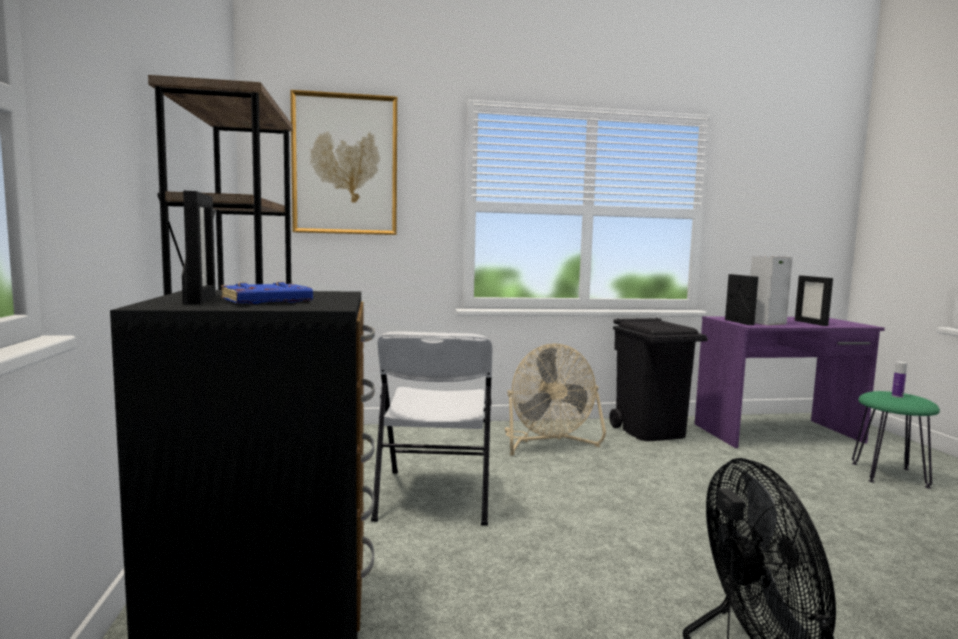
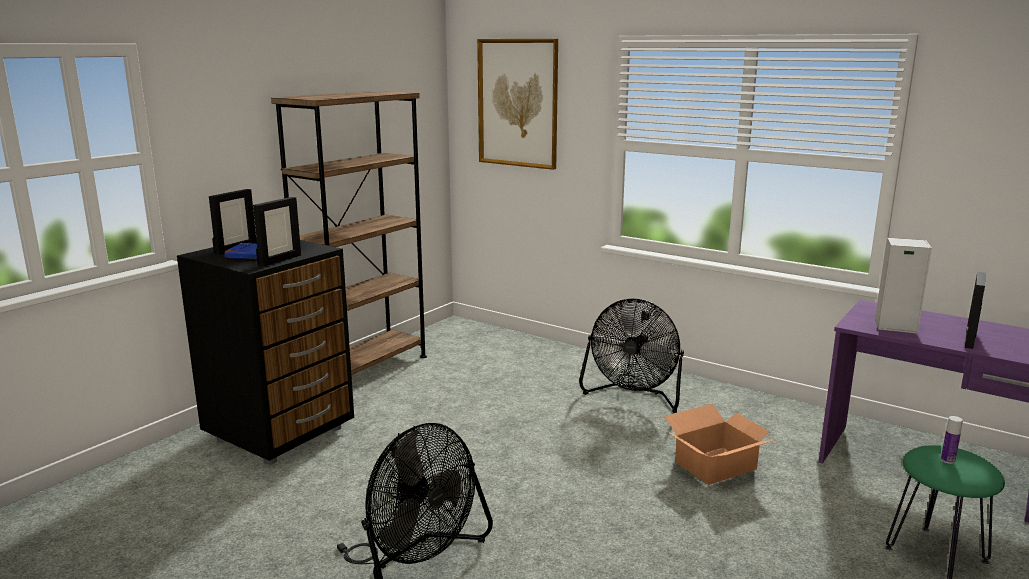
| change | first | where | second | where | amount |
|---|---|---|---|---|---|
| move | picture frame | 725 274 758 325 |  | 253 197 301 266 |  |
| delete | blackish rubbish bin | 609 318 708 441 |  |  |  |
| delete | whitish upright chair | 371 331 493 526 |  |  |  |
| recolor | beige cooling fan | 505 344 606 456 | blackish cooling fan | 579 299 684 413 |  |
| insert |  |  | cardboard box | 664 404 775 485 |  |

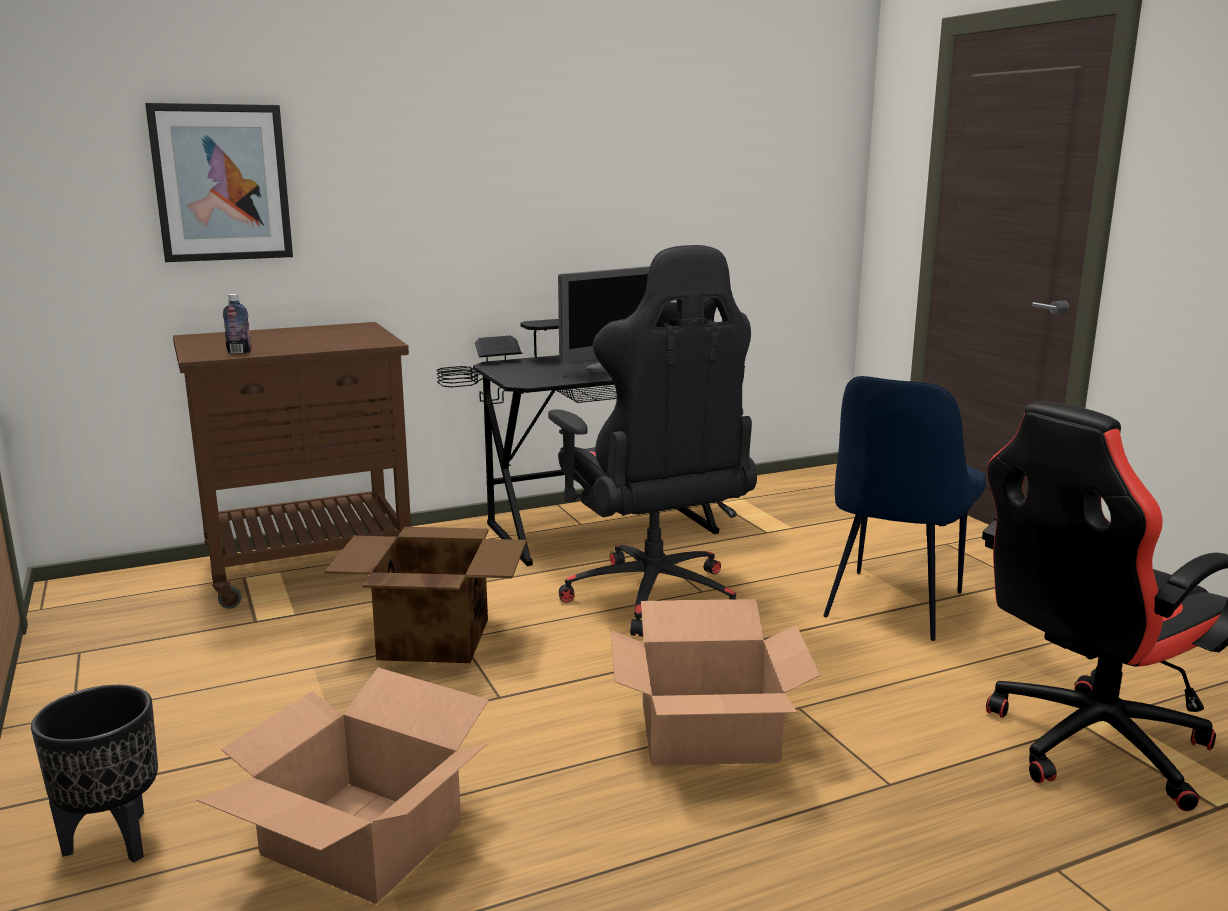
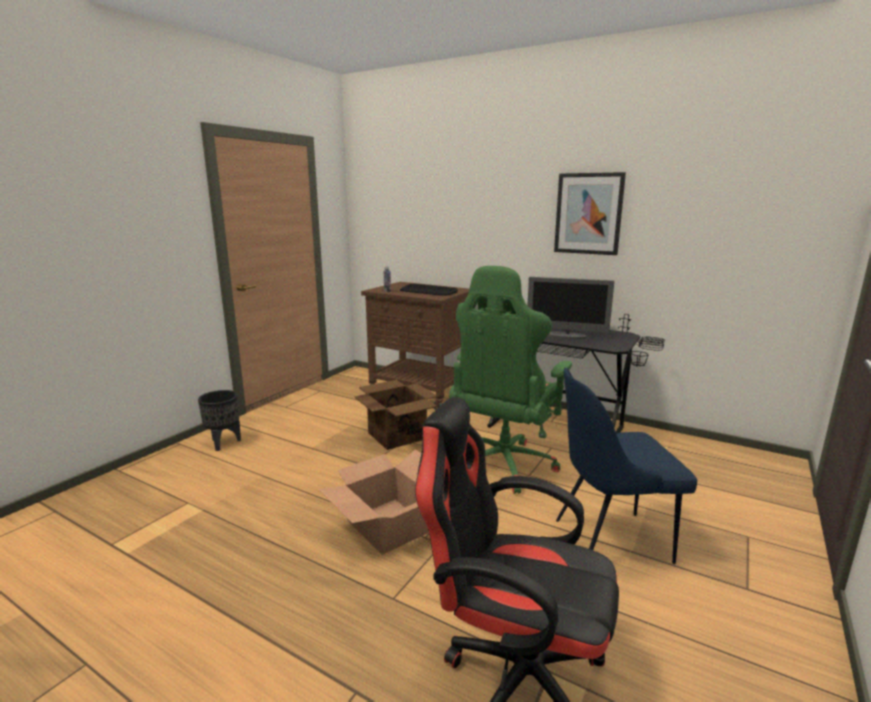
| change | first | where | second | where | amount |
|---|---|---|---|---|---|
| move | wall art | 145 103 293 262 |  | 554 172 626 255 |  |
| recolor | blackish office chair | 548 245 757 636 | green-coloured office chair | 449 266 572 494 |  |
| delete | cardboard box | 196 668 489 904 |  |  |  |
| insert |  |  | PC keyboard | 400 284 458 296 |  |

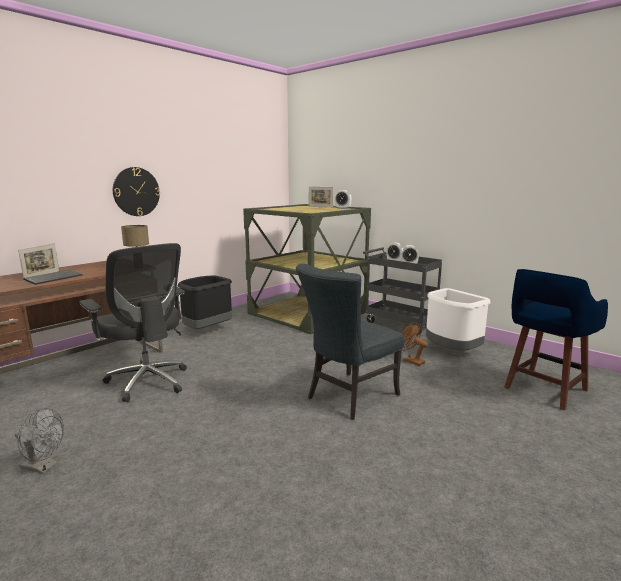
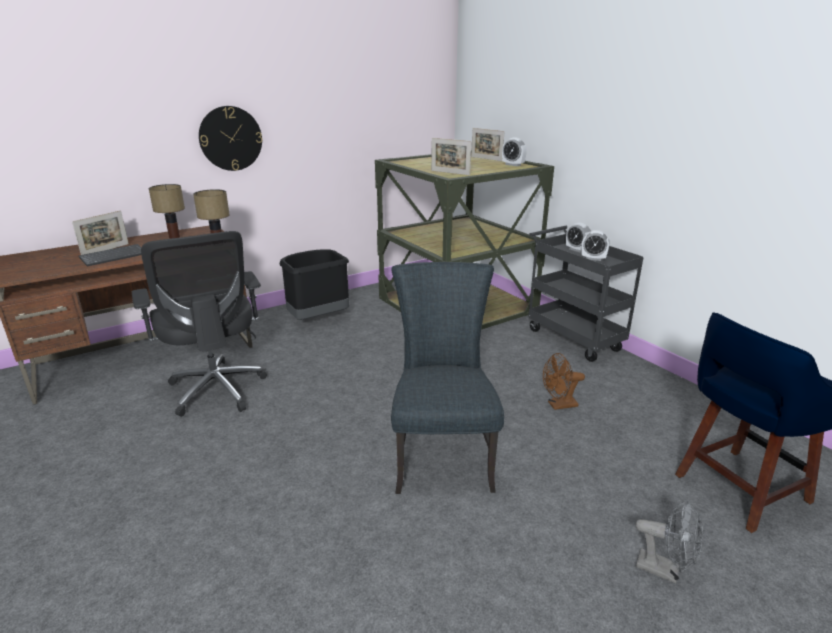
| change | first | where | second | where | amount |
|---|---|---|---|---|---|
| rotate | greyish upright chair | 295 264 405 420 |  | 391 262 504 494 | 120 degrees clockwise |
| delete | whitish rubbish bin | 426 288 490 351 |  |  |  |
| rotate | brown-coloured cooling fan | 400 322 428 366 |  | 543 353 585 410 | 75 degrees counterclockwise |
| move | greyish cooling fan | 15 408 64 474 |  | 636 501 703 584 |  |
| insert |  |  | picture frame | 431 138 472 175 |  |
| insert |  |  | table lamp | 149 184 185 239 |  |

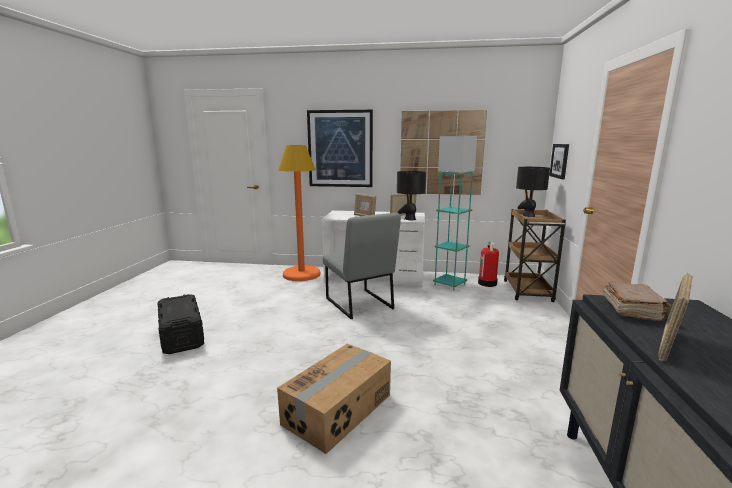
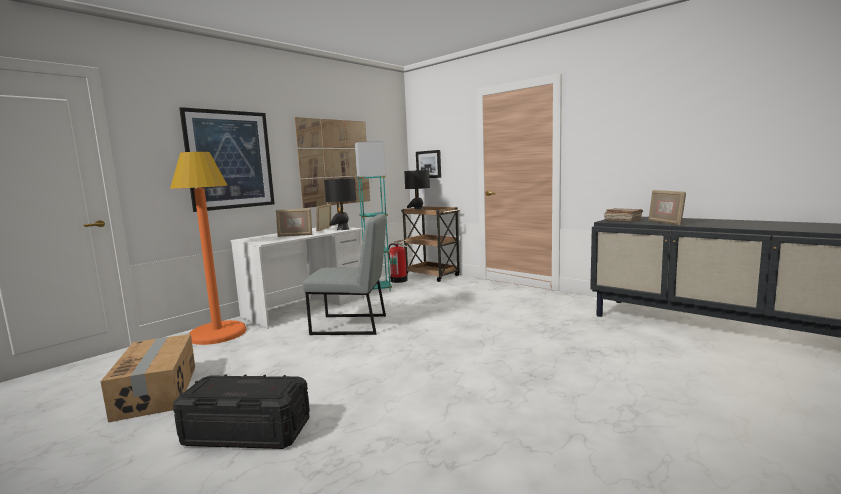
| change | first | where | second | where | amount |
|---|---|---|---|---|---|
| move | cardboard box | 277 344 391 454 |  | 100 334 195 422 |  |

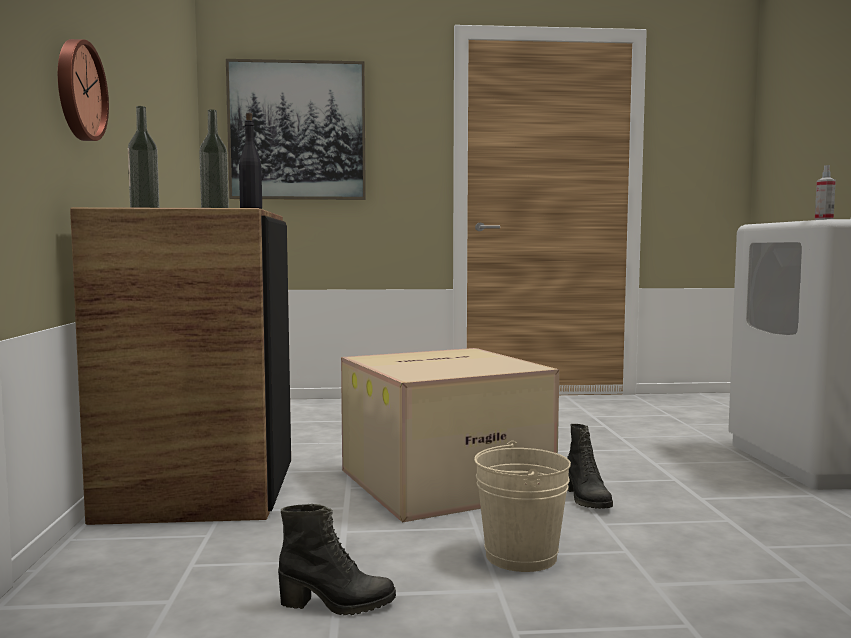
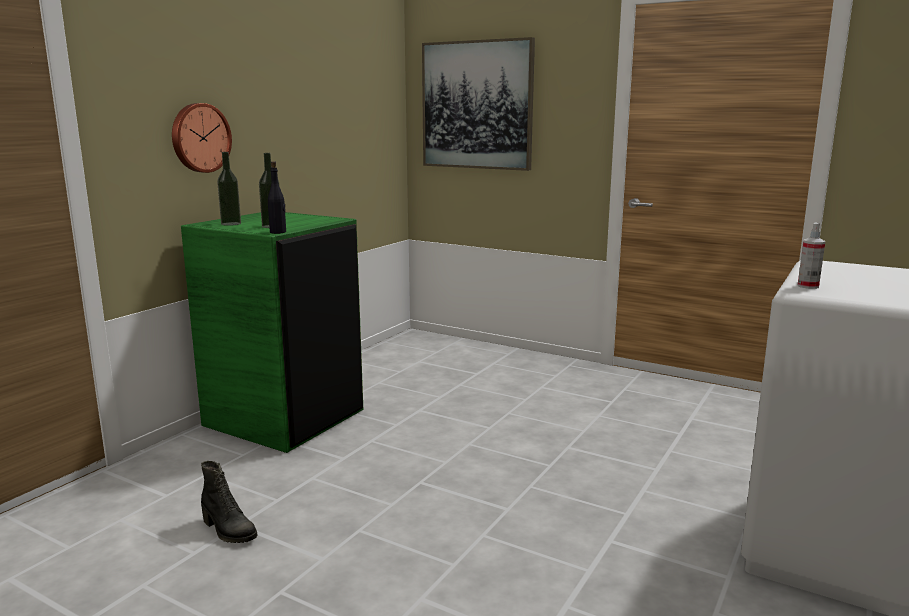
| change | first | where | second | where | amount |
|---|---|---|---|---|---|
| recolor | brown-coloured storage cabinet | 70 207 291 525 | green-coloured storage cabinet | 181 212 363 453 |  |
| delete | cardboard box | 341 348 559 523 |  |  |  |
| delete | blackish boot | 567 424 613 509 |  |  |  |
| delete | beige water bucket | 474 441 571 572 |  |  |  |

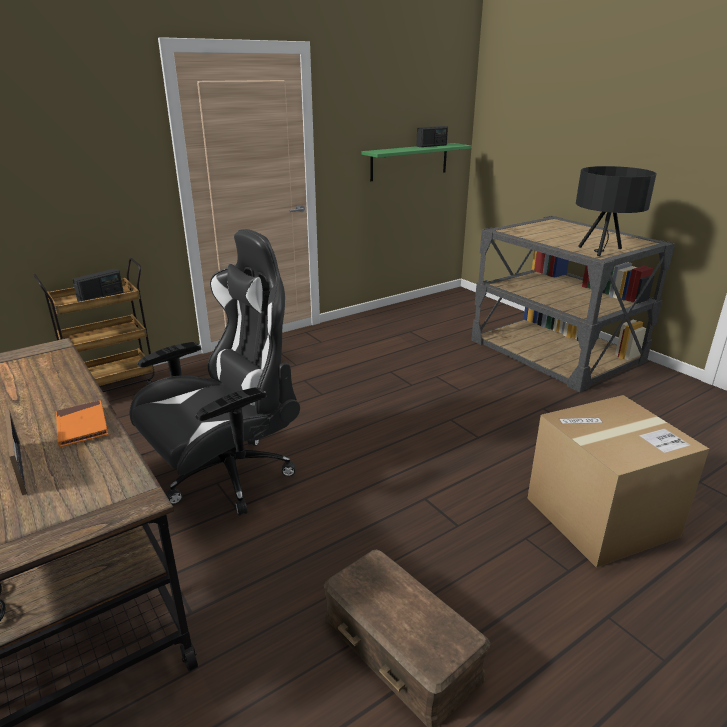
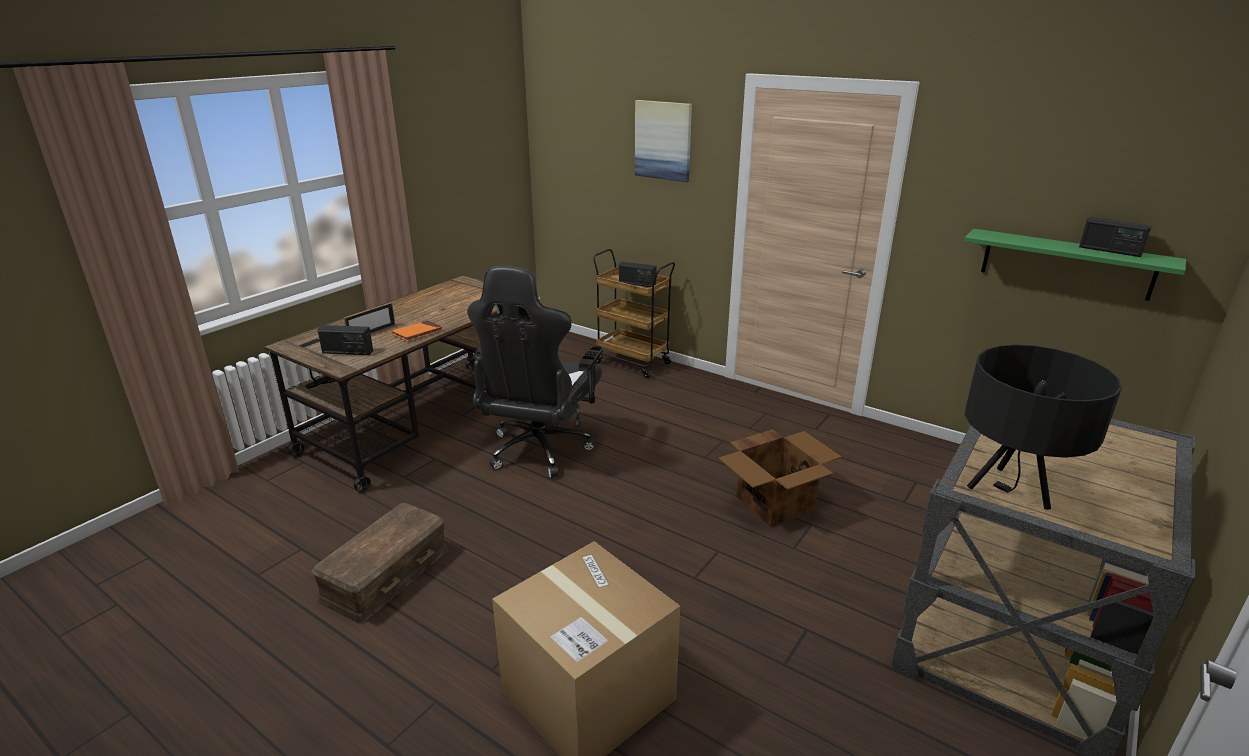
| change | first | where | second | where | amount |
|---|---|---|---|---|---|
| rotate | blackish office chair | 130 229 300 516 |  | 467 266 603 478 | 75 degrees clockwise |
| insert |  |  | wall art | 635 100 692 182 |  |
| insert |  |  | radio | 317 325 373 355 |  |
| insert |  |  | cardboard box | 718 430 842 527 |  |

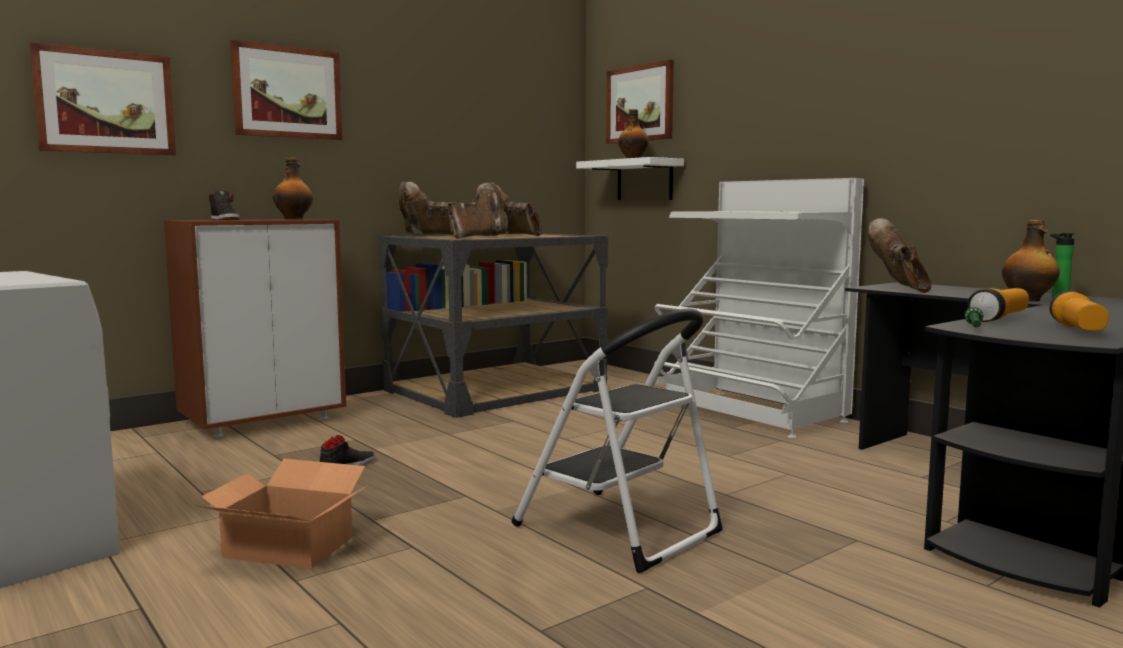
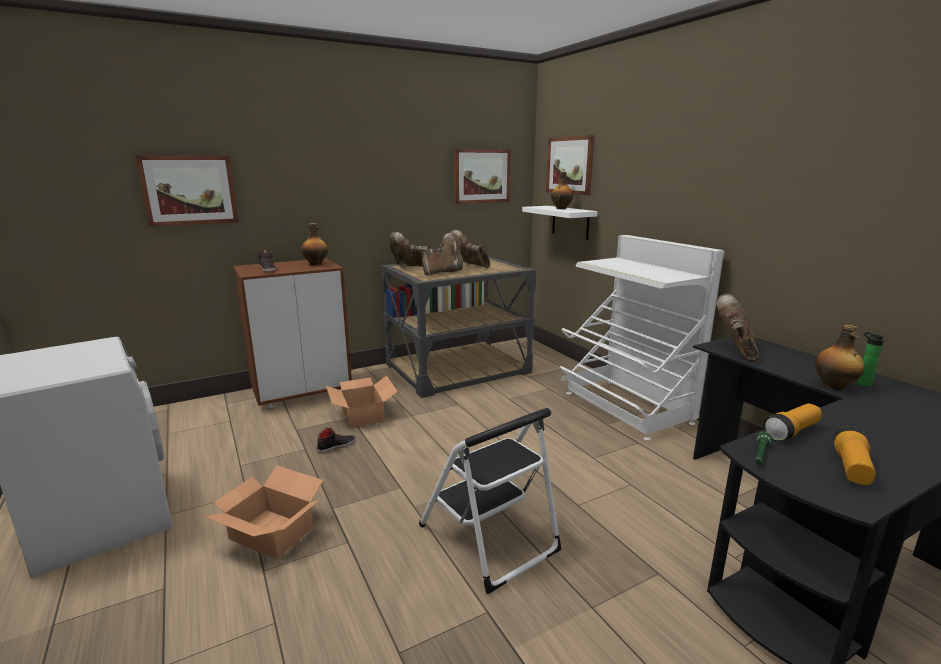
| change | first | where | second | where | amount |
|---|---|---|---|---|---|
| move | wall art | 230 40 343 140 |  | 454 149 511 204 |  |
| insert |  |  | cardboard box | 326 376 397 428 |  |

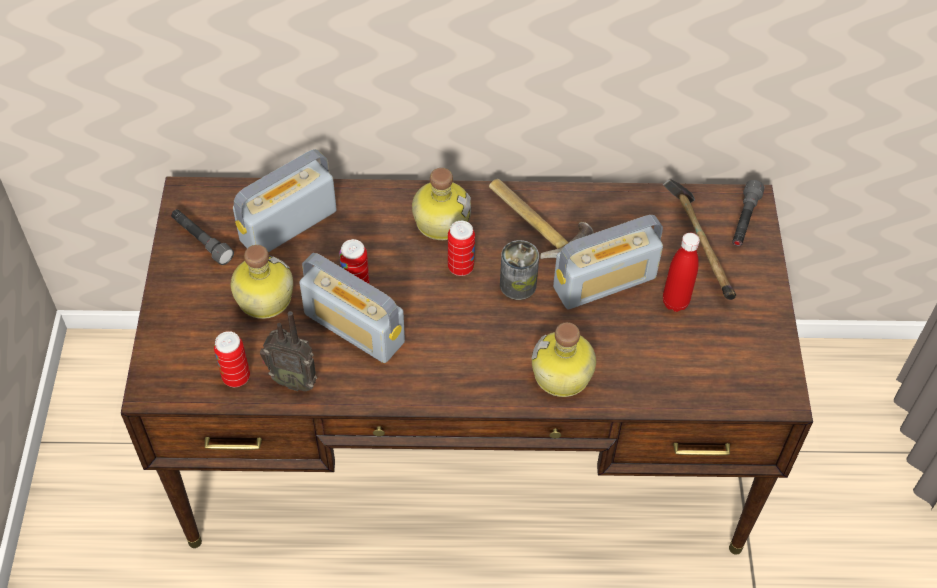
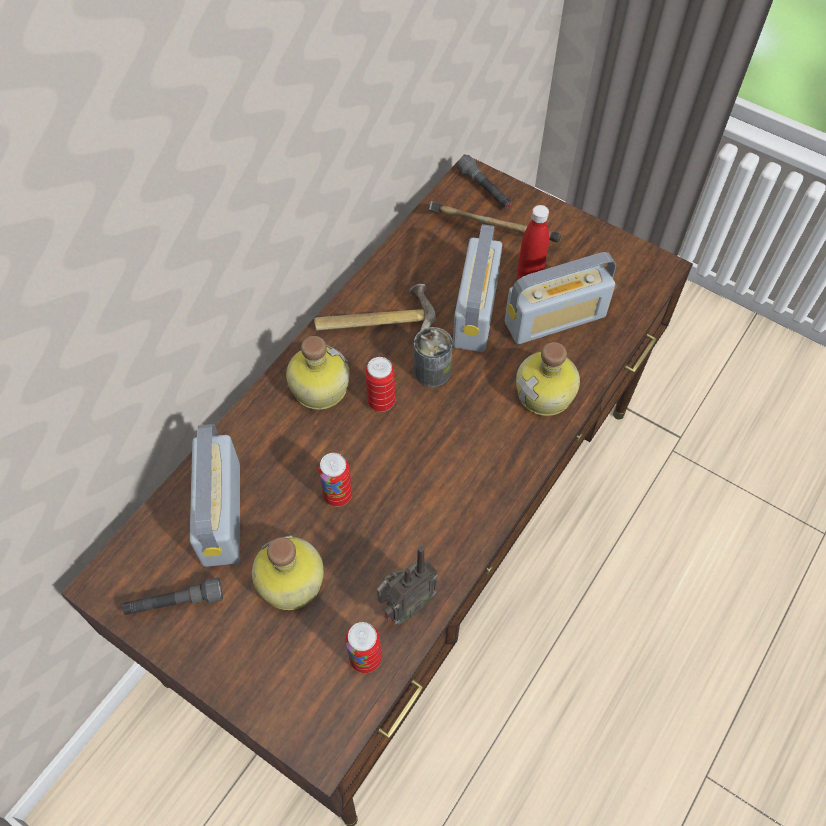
| change | first | where | second | where | amount |
|---|---|---|---|---|---|
| move | radio | 300 253 405 363 |  | 505 252 616 344 |  |

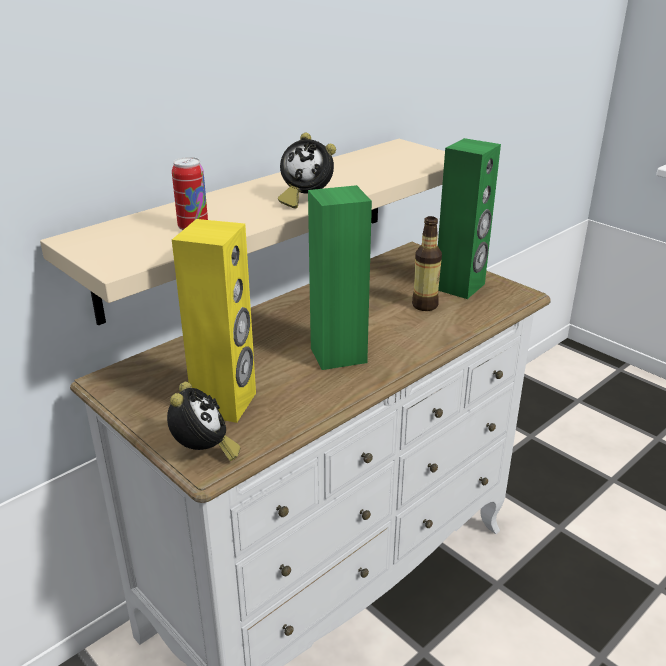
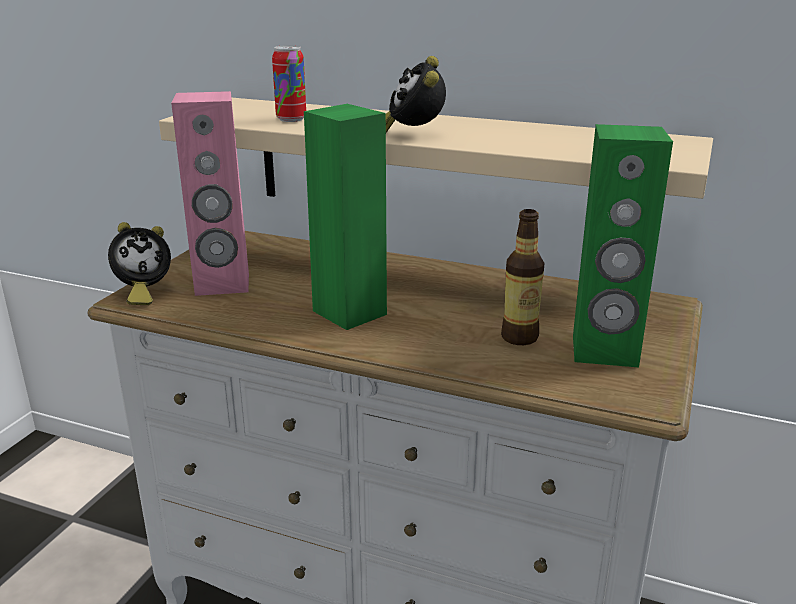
| change | first | where | second | where | amount |
|---|---|---|---|---|---|
| recolor | yellowish loudspeaker | 172 219 256 423 | pink-coloured loudspeaker | 171 91 249 296 |  |

